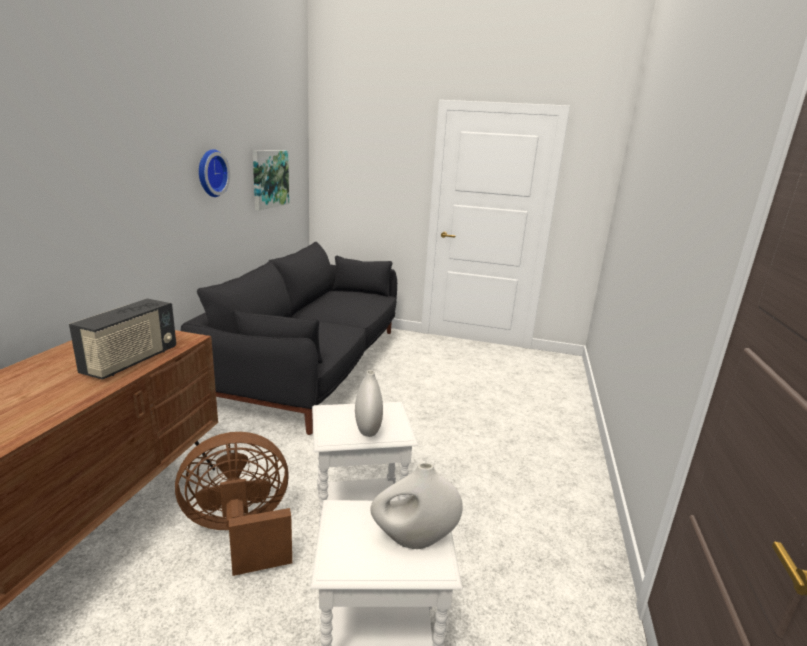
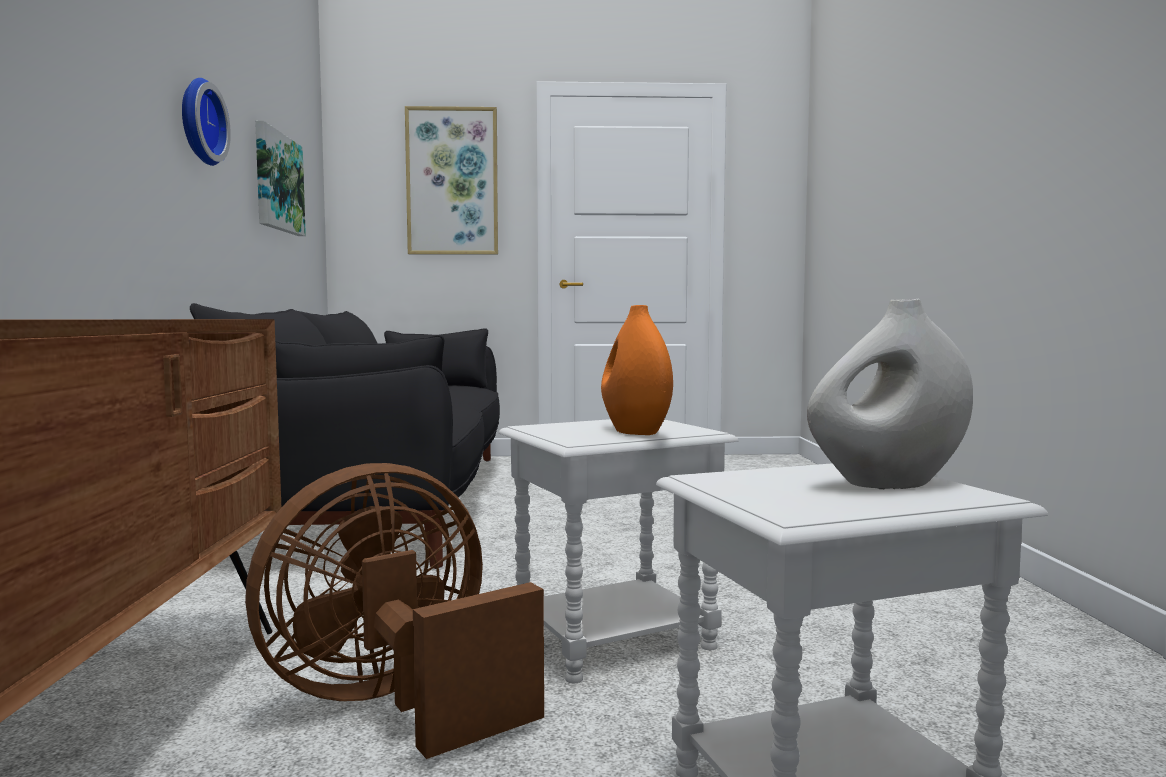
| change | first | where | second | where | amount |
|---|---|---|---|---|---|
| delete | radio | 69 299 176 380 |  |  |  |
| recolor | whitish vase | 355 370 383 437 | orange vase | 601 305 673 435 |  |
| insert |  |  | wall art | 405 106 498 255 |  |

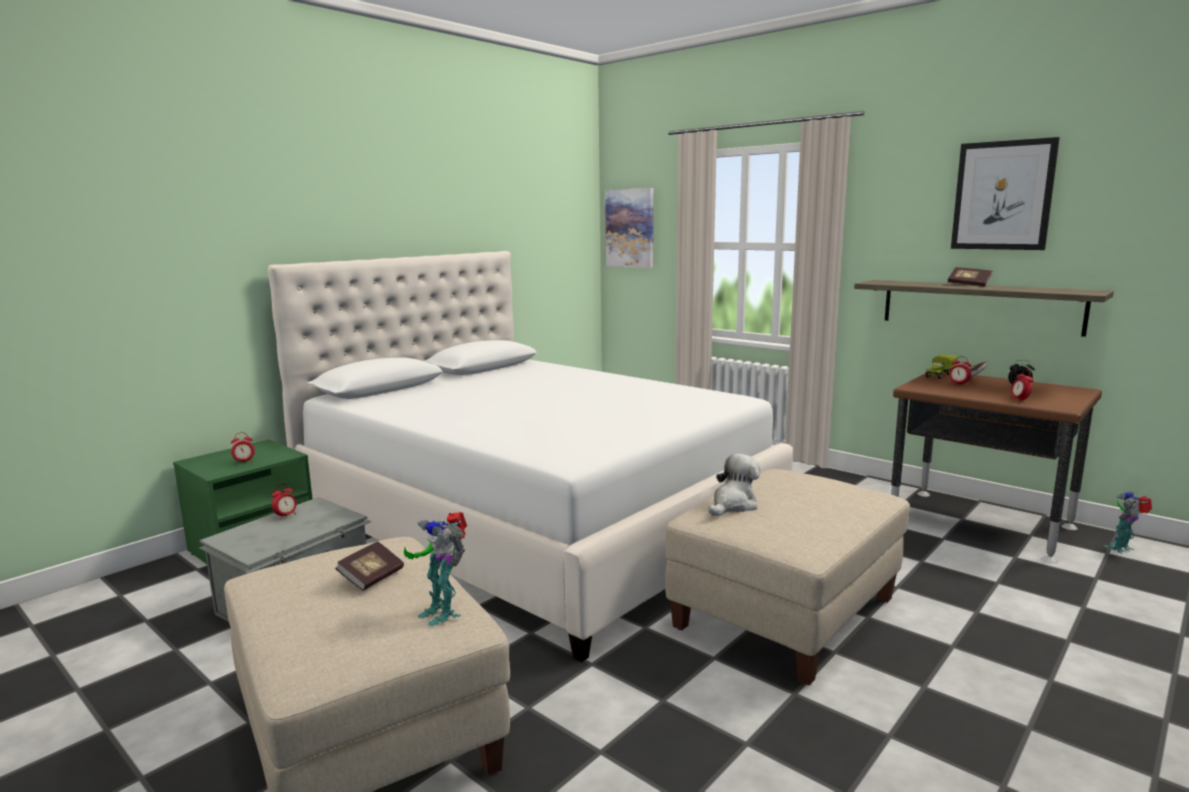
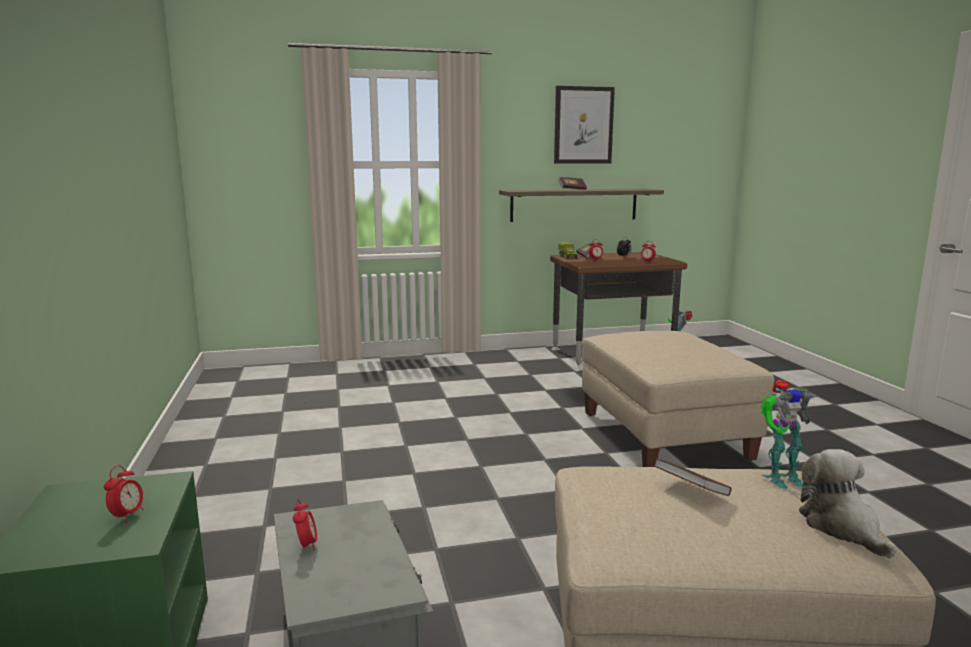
| change | first | where | second | where | amount |
|---|---|---|---|---|---|
| delete | wall art | 605 188 653 268 |  |  |  |
| delete | whitish bedroom bed | 268 251 793 662 |  |  |  |
| move | plush toy | 708 454 760 516 |  | 799 449 897 558 |  |

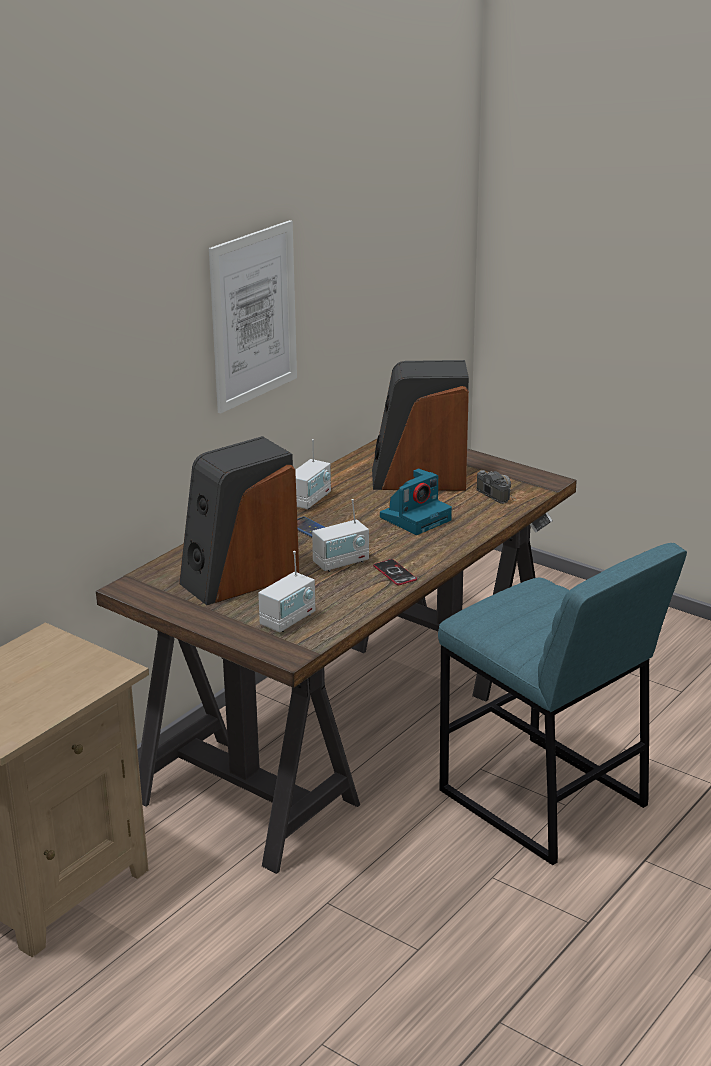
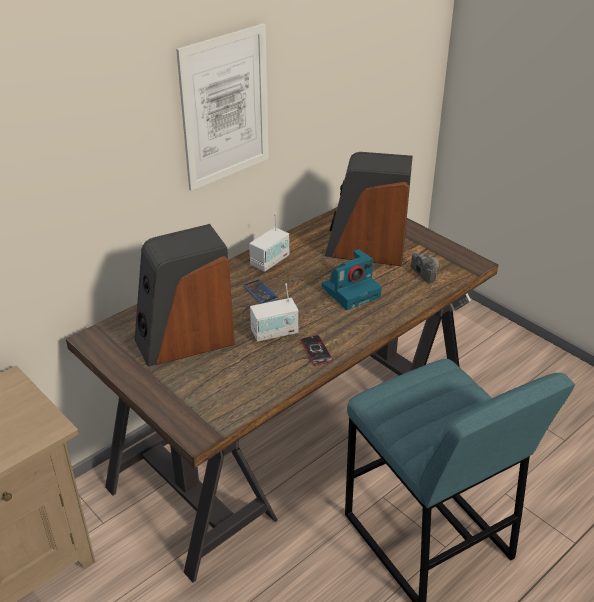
| change | first | where | second | where | amount |
|---|---|---|---|---|---|
| delete | radio | 258 551 315 632 |  |  |  |

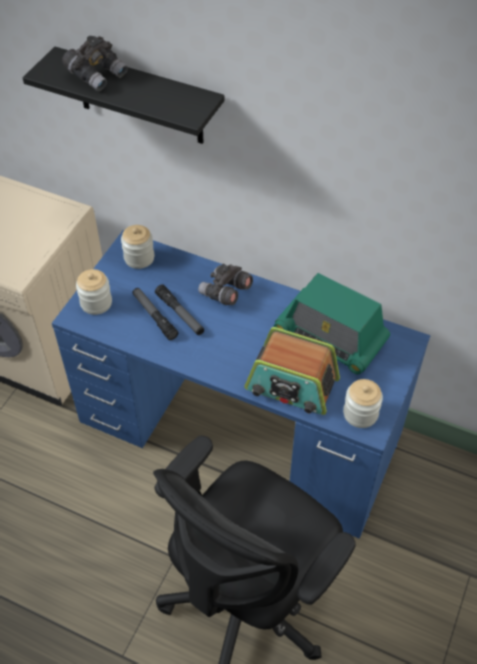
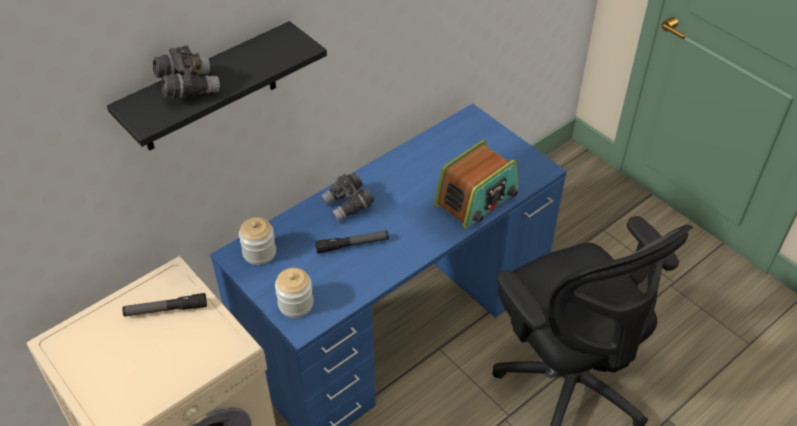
| change | first | where | second | where | amount |
|---|---|---|---|---|---|
| delete | radio | 274 273 390 374 |  |  |  |
| move | hand torch | 132 288 178 340 |  | 122 293 207 317 |  |
| delete | preserve jar | 343 379 383 428 |  |  |  |

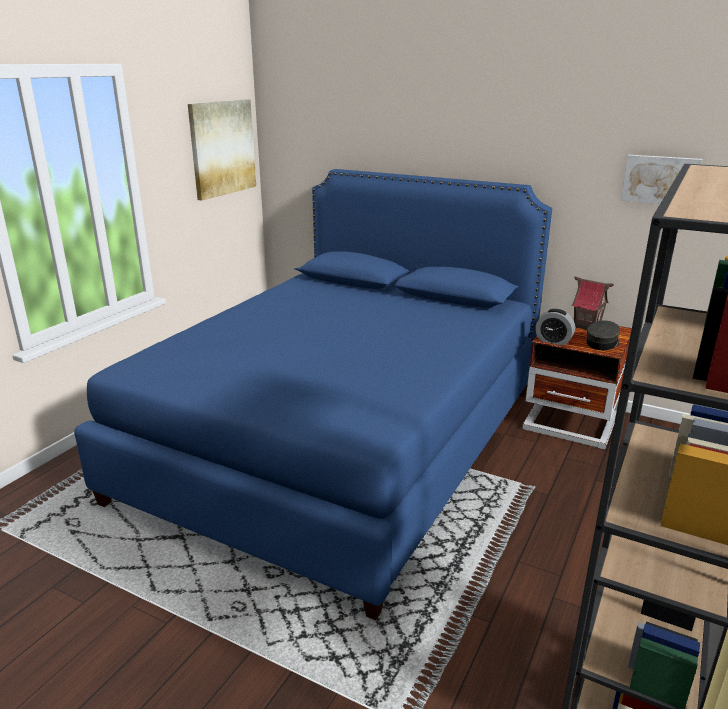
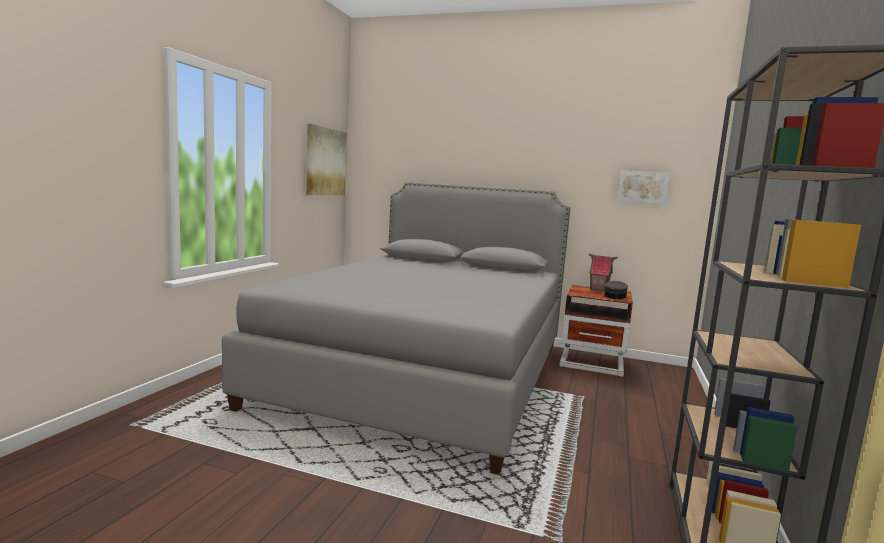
| change | first | where | second | where | amount |
|---|---|---|---|---|---|
| recolor | blue bedroom bed | 74 169 552 620 | greyish bedroom bed | 222 182 570 475 |  |
| delete | bedside clock | 535 309 575 346 |  |  |  |

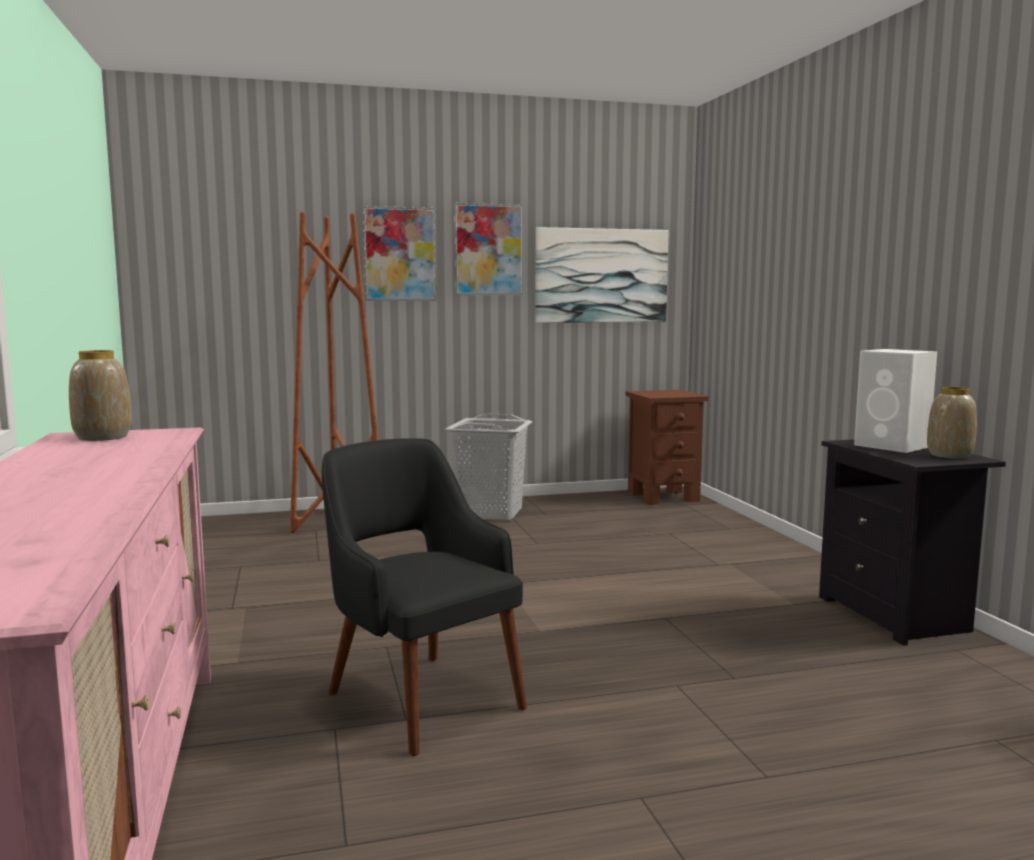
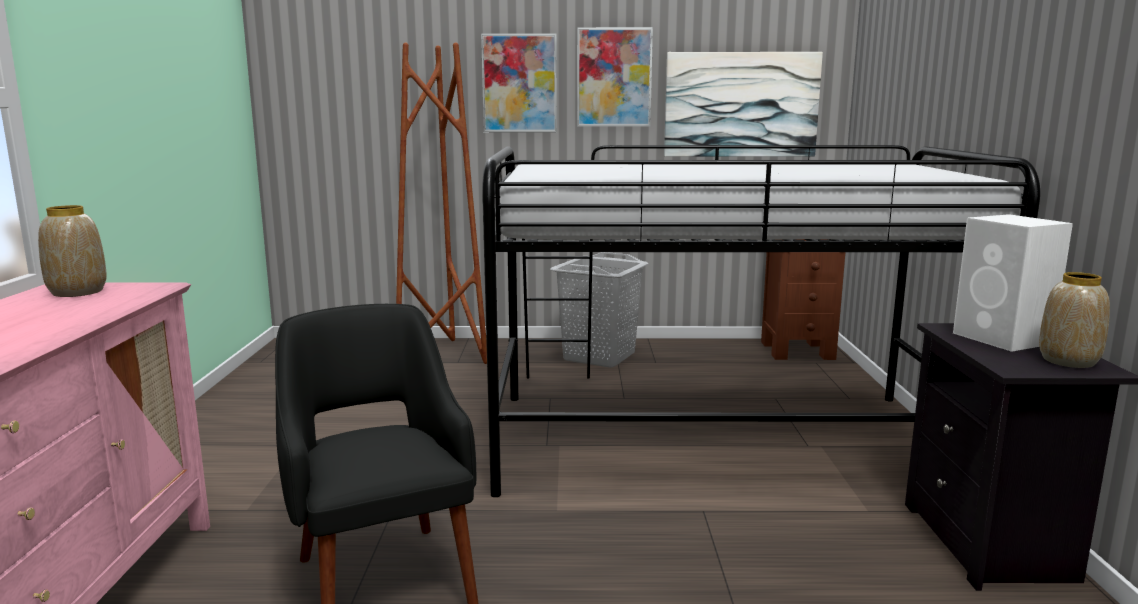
| change | first | where | second | where | amount |
|---|---|---|---|---|---|
| insert |  |  | blackish bedroom bed | 482 145 1040 497 |  |

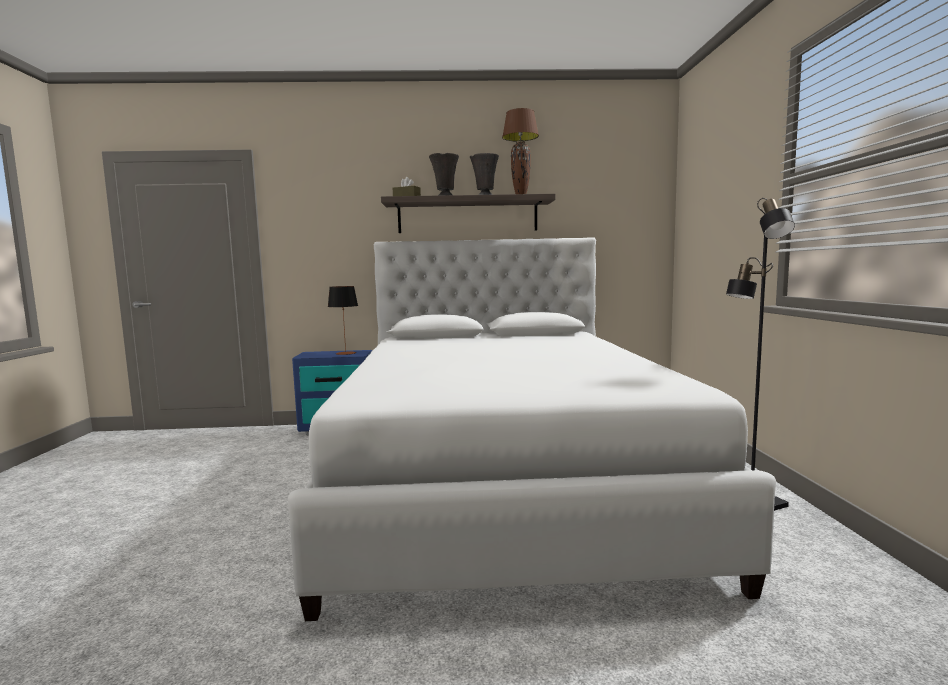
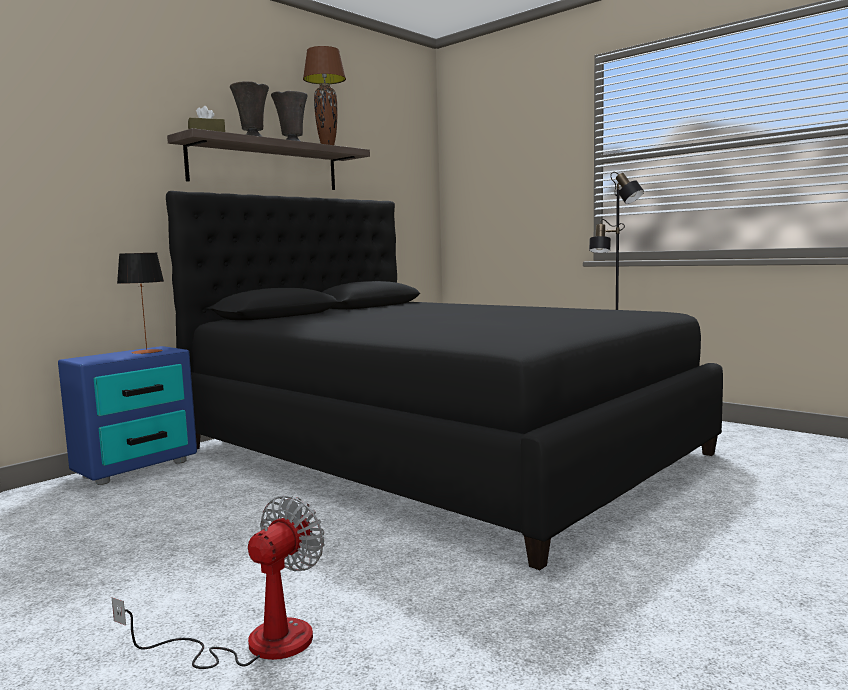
| change | first | where | second | where | amount |
|---|---|---|---|---|---|
| recolor | whitish bedroom bed | 288 237 776 621 | blackish bedroom bed | 166 191 723 570 |  |
| insert |  |  | cooling fan | 111 495 325 669 |  |

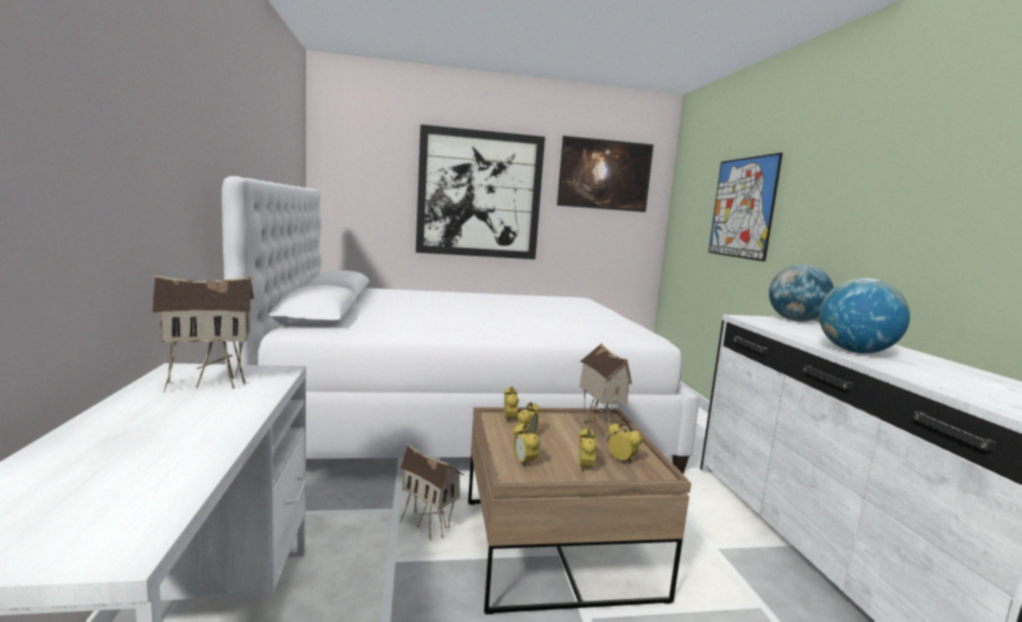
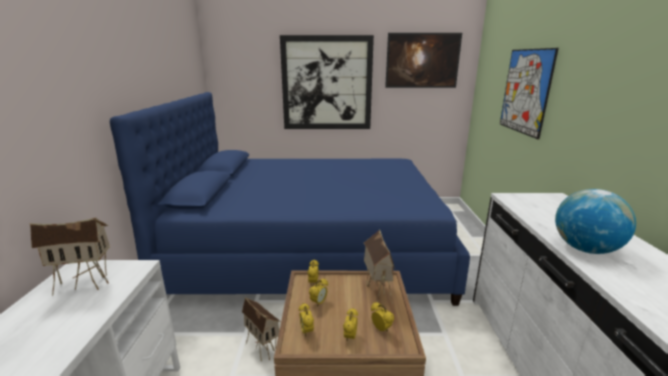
| change | first | where | second | where | amount |
|---|---|---|---|---|---|
| recolor | whitish bedroom bed | 222 176 699 474 | blue bedroom bed | 110 92 470 306 |  |
| delete | world globe | 769 264 834 322 |  |  |  |

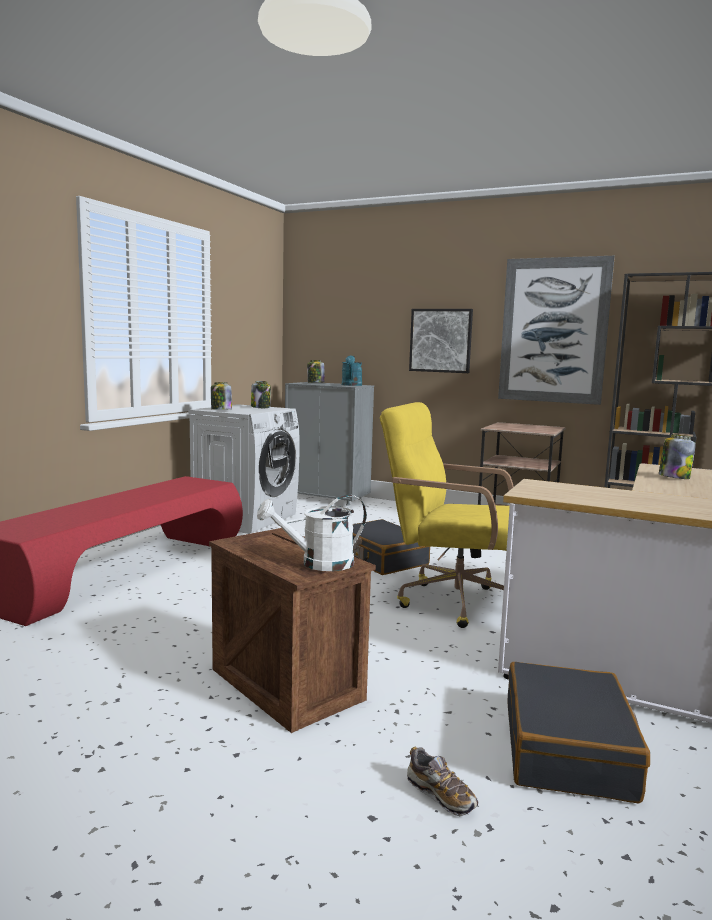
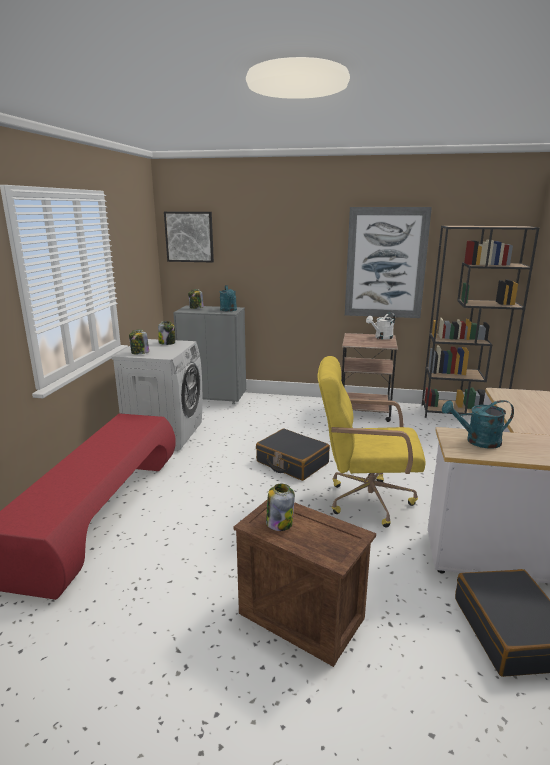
| change | first | where | second | where | amount |
|---|---|---|---|---|---|
| move | wall art | 409 309 473 373 |  | 164 212 214 263 |  |
| move | preserve jar | 659 434 696 479 |  | 266 484 295 531 |  |
| move | whitish watering can | 257 495 367 571 |  | 366 312 395 339 |  |
| delete | low shoe | 407 747 478 816 |  |  |  |
| insert |  |  | turquoise watering can | 442 400 514 449 |  |

